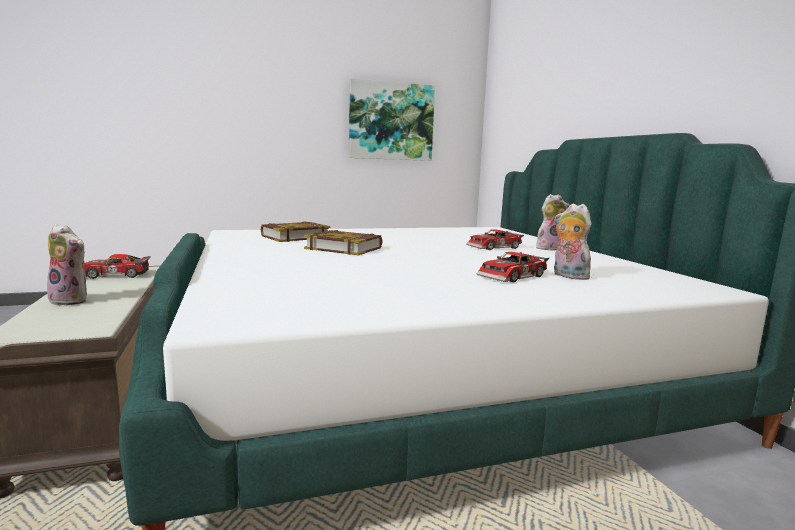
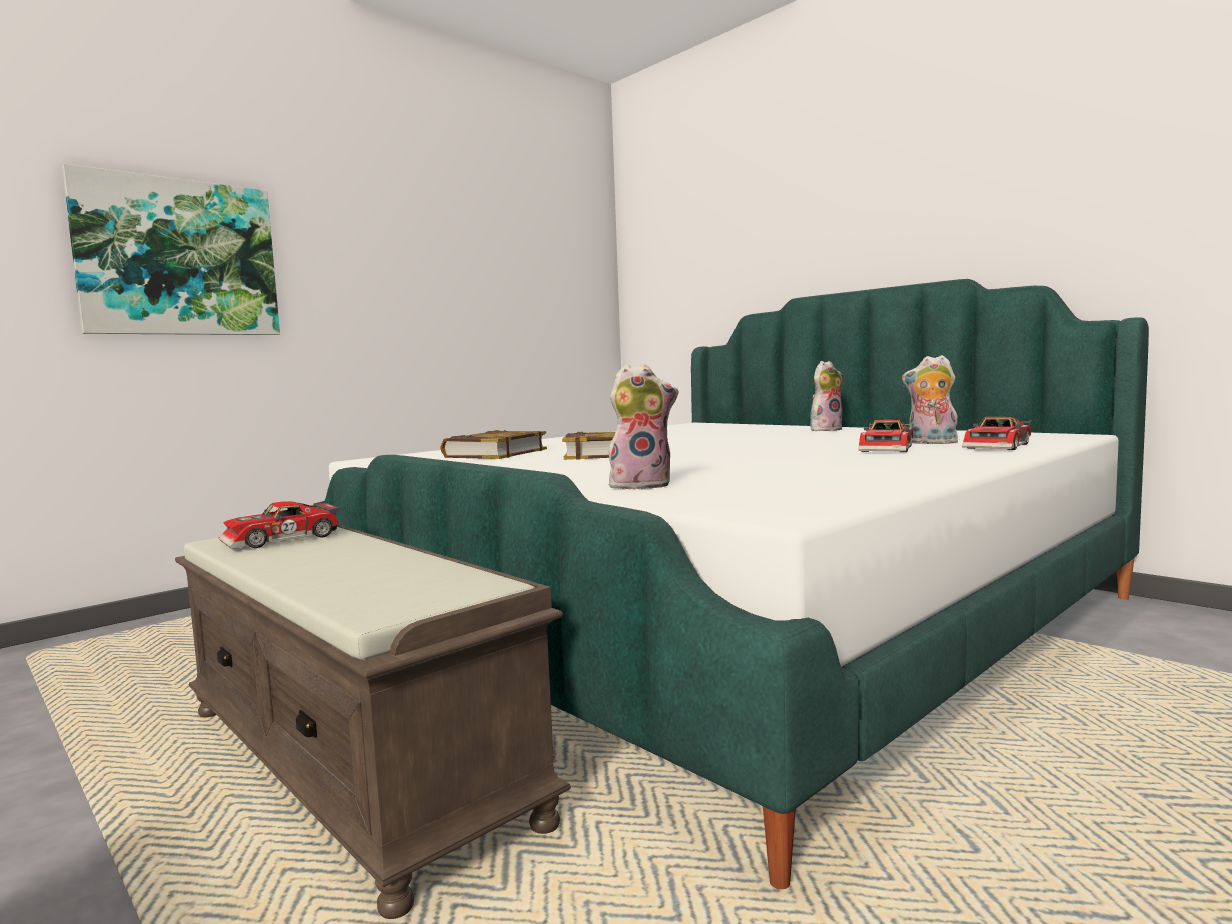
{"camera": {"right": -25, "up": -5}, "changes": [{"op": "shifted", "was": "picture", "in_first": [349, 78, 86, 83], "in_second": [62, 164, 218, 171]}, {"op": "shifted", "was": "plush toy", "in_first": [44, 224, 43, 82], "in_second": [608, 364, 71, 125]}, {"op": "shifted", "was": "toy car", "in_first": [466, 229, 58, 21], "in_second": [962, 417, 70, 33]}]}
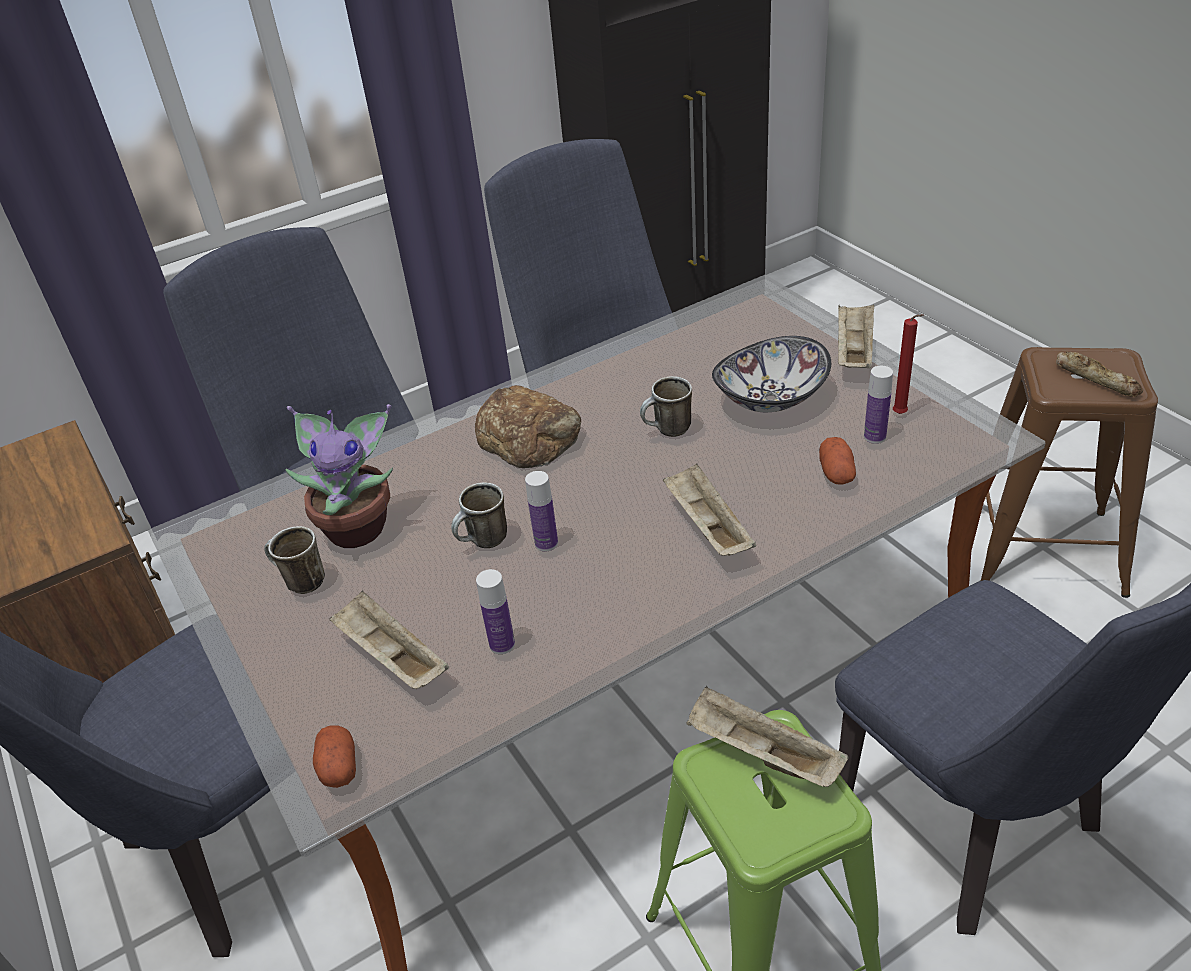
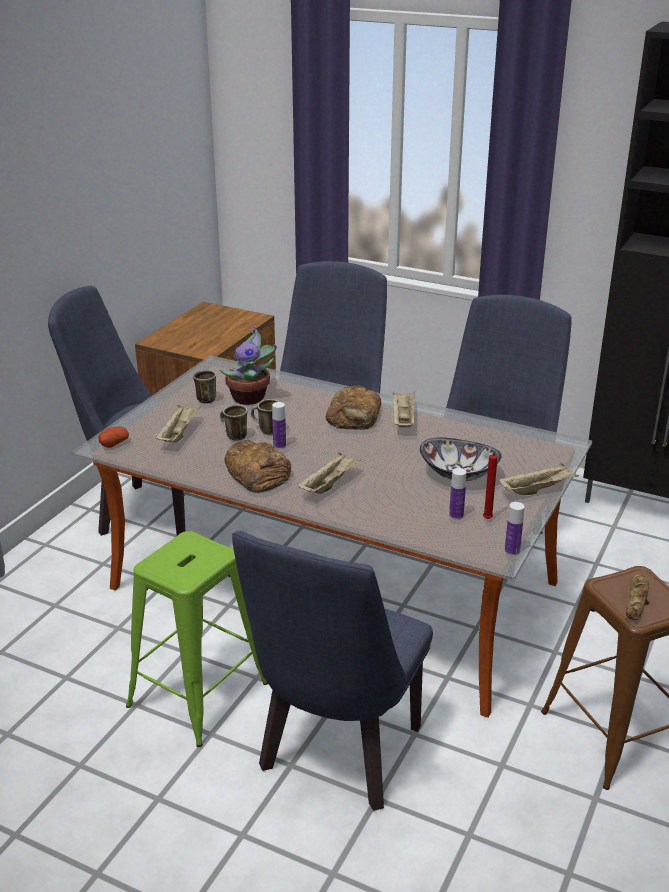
{"camera": {"right": 55, "up": -10}, "changes": [{"op": "shifted", "was": "mug", "in_first": [640, 376, 52, 61], "in_second": [220, 405, 28, 36]}, {"op": "gone", "was": "potato", "in_first": [819, 437, 37, 48]}, {"op": "shifted", "was": "bottle", "in_first": [476, 569, 39, 85], "in_second": [505, 502, 19, 54]}, {"op": "shifted", "was": "beige tray", "in_first": [686, 686, 162, 101], "in_second": [393, 392, 22, 35]}, {"op": "new", "now": "bread", "in_second": [225, 440, 66, 53]}]}
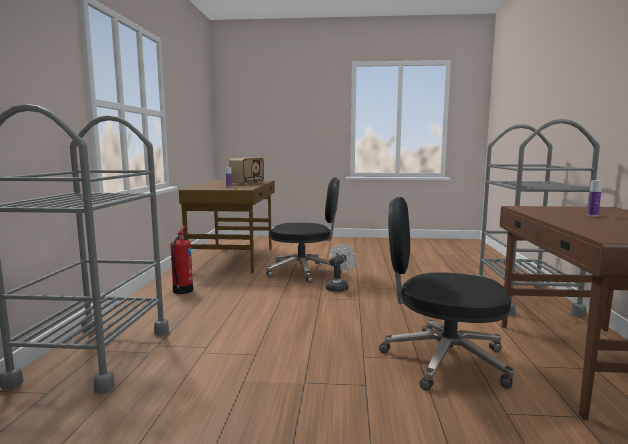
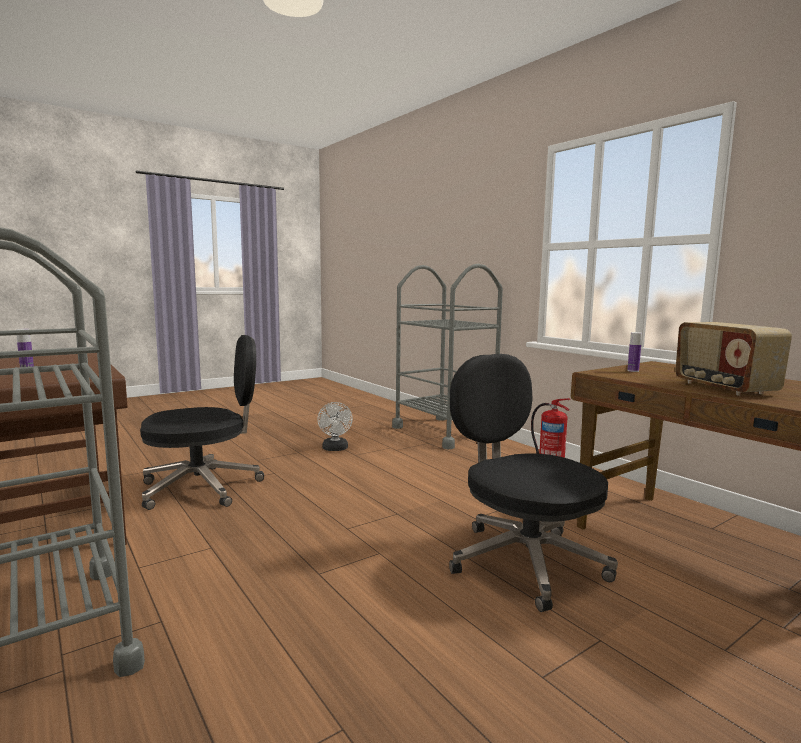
{"camera": {"right": 140, "up": 0}, "changes": [{"op": "rotated", "was": "black office chair", "in_first": [267, 178, 75, 105], "in_second": [449, 354, 169, 258], "clockwise": 90}, {"op": "shifted", "was": "white fan", "in_first": [326, 244, 30, 48], "in_second": [317, 402, 36, 49]}]}
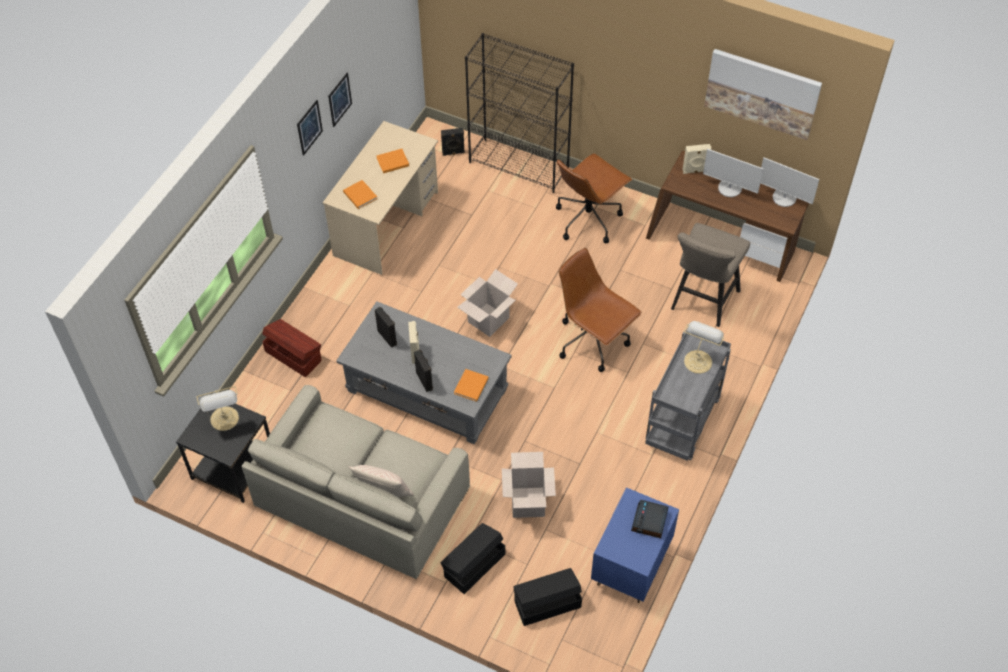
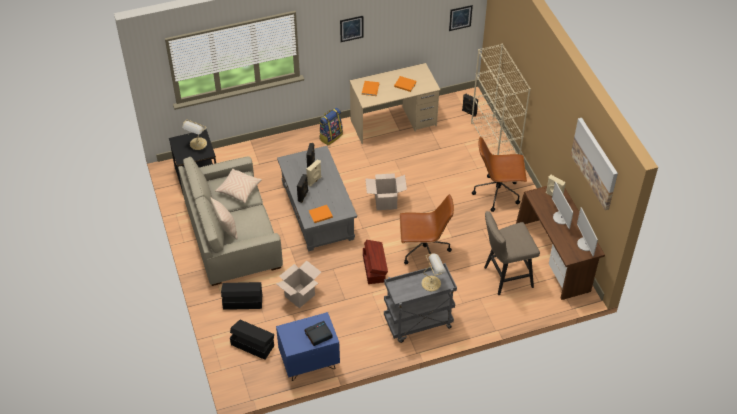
{"camera": {"right": 45, "up": -5}, "changes": [{"op": "repainted", "was": "black bookcase", "now": "beige bookcase", "in_first": [465, 33, 109, 160], "in_second": [471, 44, 60, 111]}, {"op": "shifted", "was": "picture", "in_first": [328, 73, 24, 54], "in_second": [449, 5, 24, 26]}, {"op": "rotated", "was": "brown office chair", "in_first": [559, 248, 83, 124], "in_second": [400, 194, 54, 70], "clockwise": 90}, {"op": "shifted", "was": "brown storage box", "in_first": [262, 319, 60, 58], "in_second": [363, 240, 25, 44]}, {"op": "new", "now": "backpack", "in_second": [319, 108, 24, 37]}, {"op": "new", "now": "beige pillow", "in_second": [215, 168, 47, 35]}]}
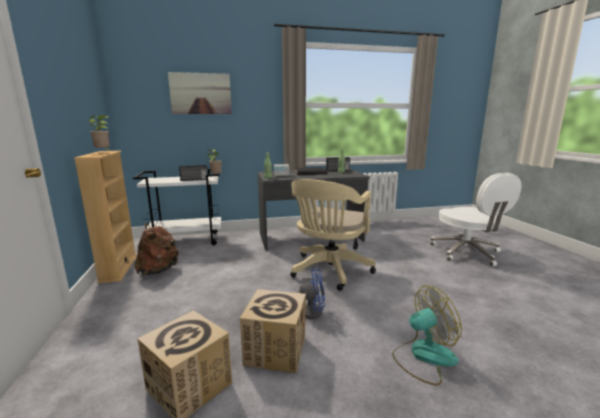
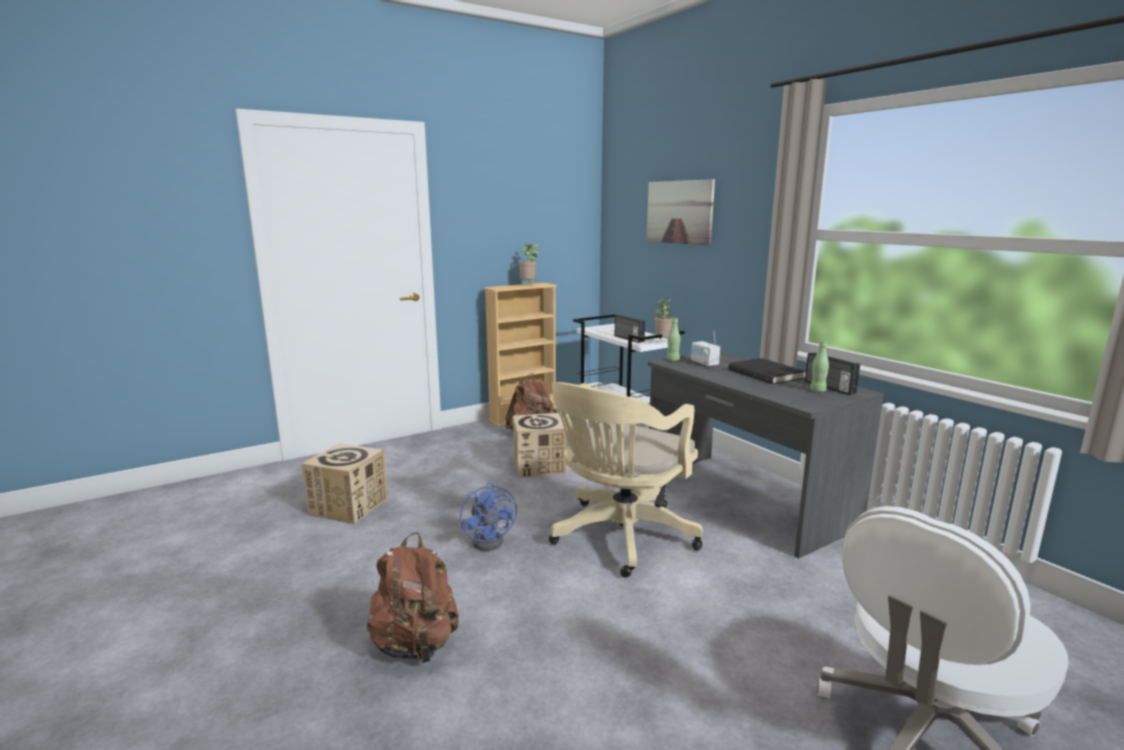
{"camera": {"right": 70, "up": 0}, "changes": [{"op": "rotated", "was": "beige office chair", "in_first": [290, 179, 86, 112], "in_second": [549, 382, 154, 196], "clockwise": -60}, {"op": "swapped", "was": "fan", "now": "brown backpack", "in_first": [392, 285, 70, 100], "in_second": [367, 532, 92, 131]}, {"op": "shifted", "was": "cardboard box", "in_first": [240, 289, 66, 84], "in_second": [513, 413, 53, 65]}]}
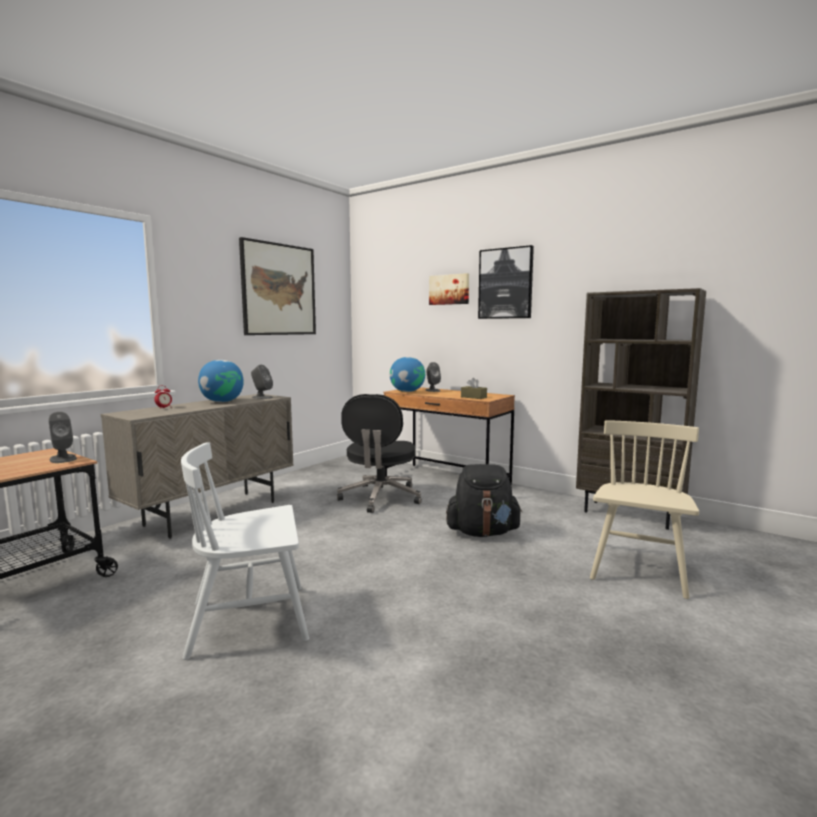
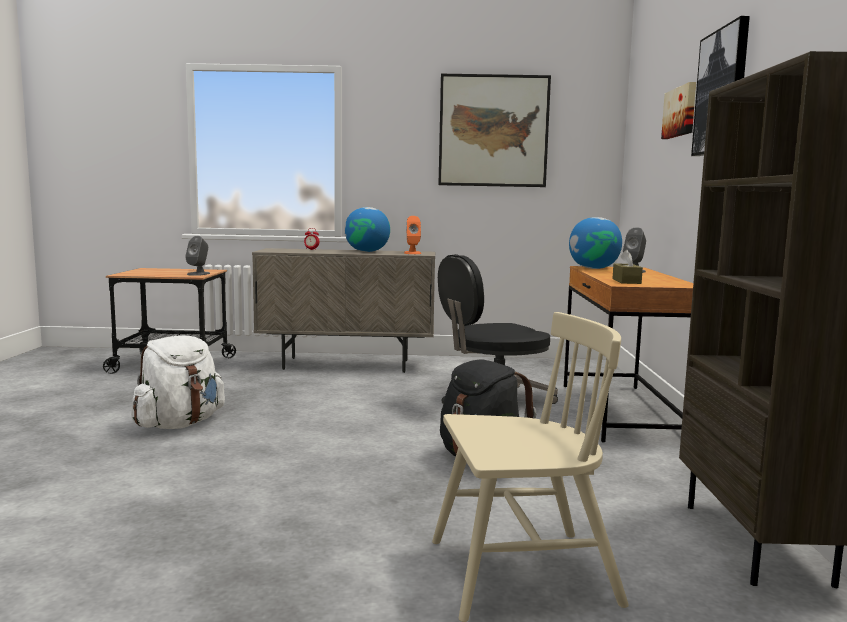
{"camera": {"right": 55, "up": 0}, "changes": [{"op": "repainted", "was": "grey speaker", "now": "orange speaker", "in_first": [251, 365, 22, 34], "in_second": [404, 216, 17, 38]}, {"op": "swapped", "was": "white chair", "now": "white backpack", "in_first": [181, 442, 128, 218], "in_second": [131, 335, 94, 94]}]}
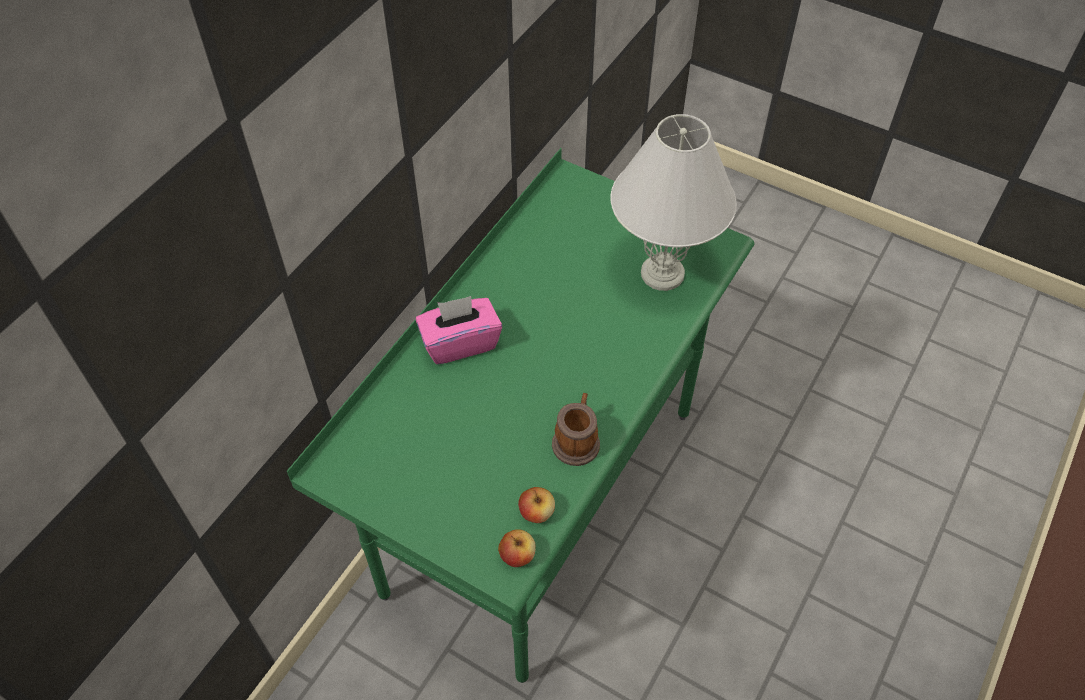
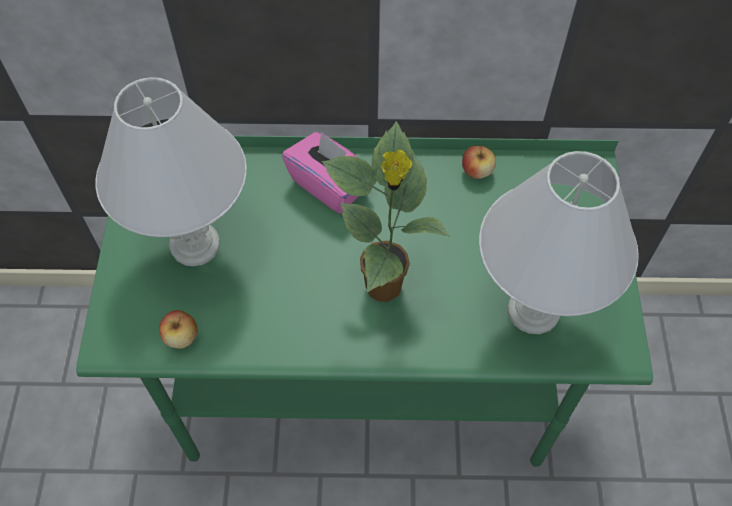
{"camera": {"right": 60, "up": 5}, "changes": [{"op": "gone", "was": "mug", "in_first": [552, 393, 48, 73]}, {"op": "shifted", "was": "apple", "in_first": [498, 529, 38, 38], "in_second": [462, 146, 34, 33]}, {"op": "new", "now": "white table lamp", "in_second": [95, 77, 152, 189]}, {"op": "new", "now": "potted plant", "in_second": [322, 121, 128, 181]}]}
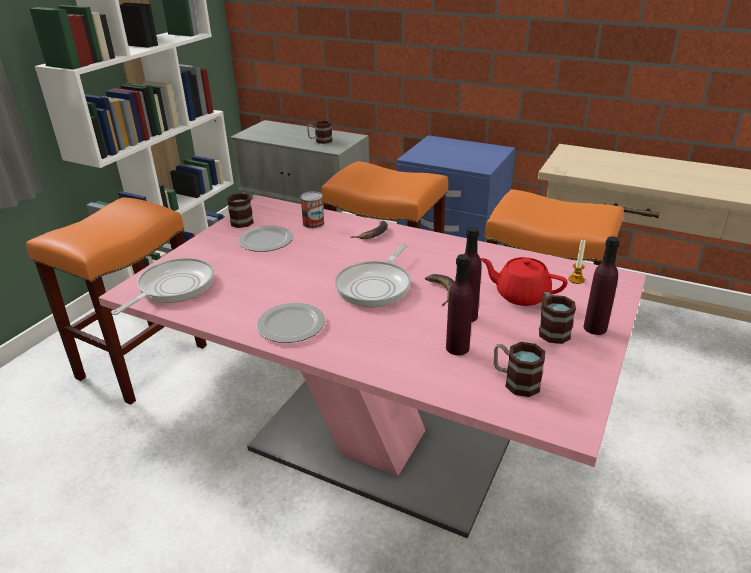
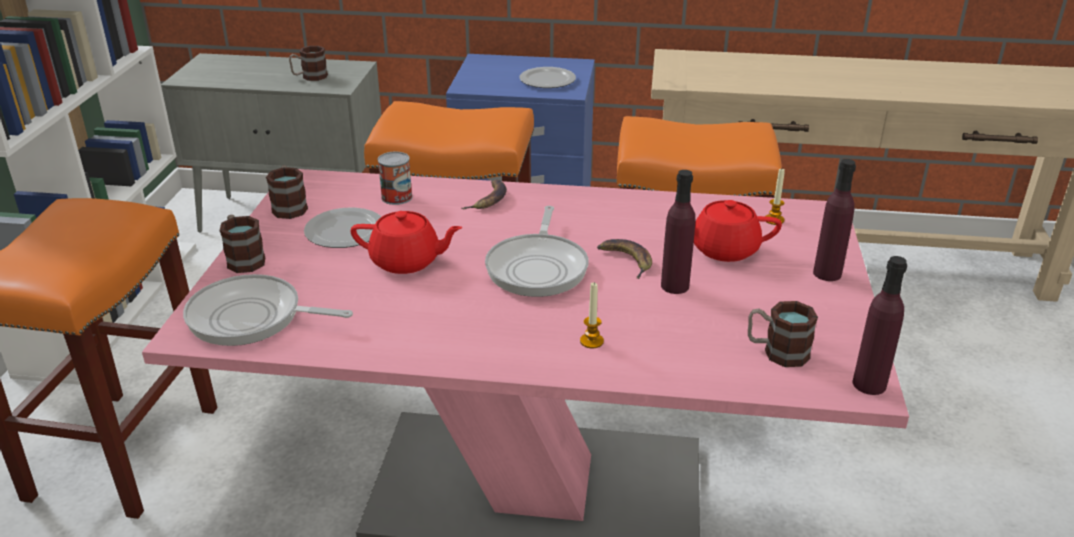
{"camera": {"right": -20, "up": 0}, "changes": [{"op": "shifted", "was": "purple bottle", "in_first": [446, 254, 27, 101], "in_second": [853, 256, 54, 139]}, {"op": "rotated", "was": "frying pan", "in_first": [111, 258, 103, 57], "in_second": [183, 274, 170, 72], "clockwise": -90}, {"op": "shifted", "was": "mug", "in_first": [539, 292, 37, 52], "in_second": [219, 215, 46, 58]}, {"op": "shifted", "was": "plate", "in_first": [257, 303, 68, 40], "in_second": [519, 67, 57, 21]}, {"op": "new", "now": "red teapot", "in_second": [350, 211, 113, 63]}, {"op": "new", "now": "candle", "in_second": [580, 283, 24, 65]}]}
